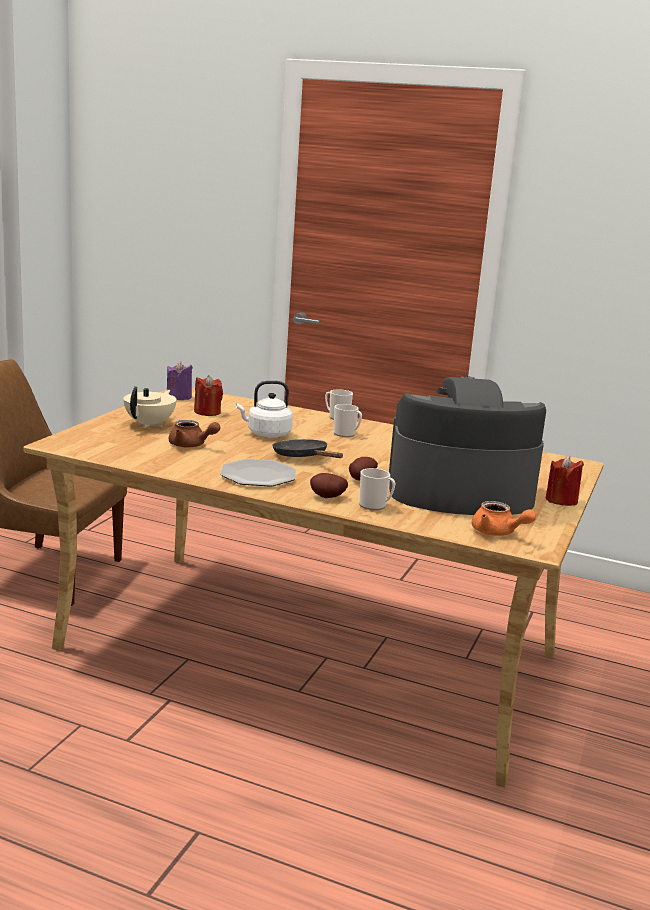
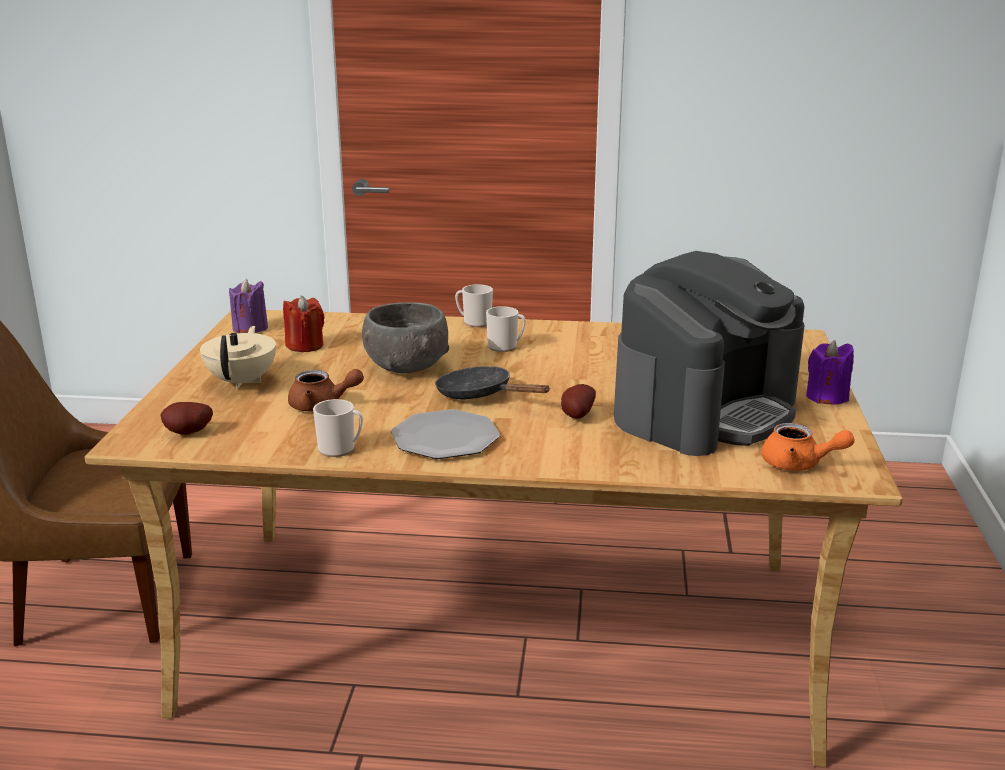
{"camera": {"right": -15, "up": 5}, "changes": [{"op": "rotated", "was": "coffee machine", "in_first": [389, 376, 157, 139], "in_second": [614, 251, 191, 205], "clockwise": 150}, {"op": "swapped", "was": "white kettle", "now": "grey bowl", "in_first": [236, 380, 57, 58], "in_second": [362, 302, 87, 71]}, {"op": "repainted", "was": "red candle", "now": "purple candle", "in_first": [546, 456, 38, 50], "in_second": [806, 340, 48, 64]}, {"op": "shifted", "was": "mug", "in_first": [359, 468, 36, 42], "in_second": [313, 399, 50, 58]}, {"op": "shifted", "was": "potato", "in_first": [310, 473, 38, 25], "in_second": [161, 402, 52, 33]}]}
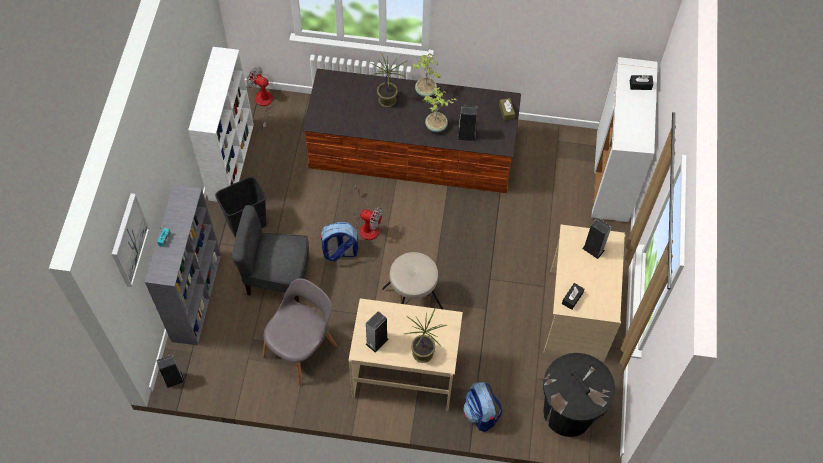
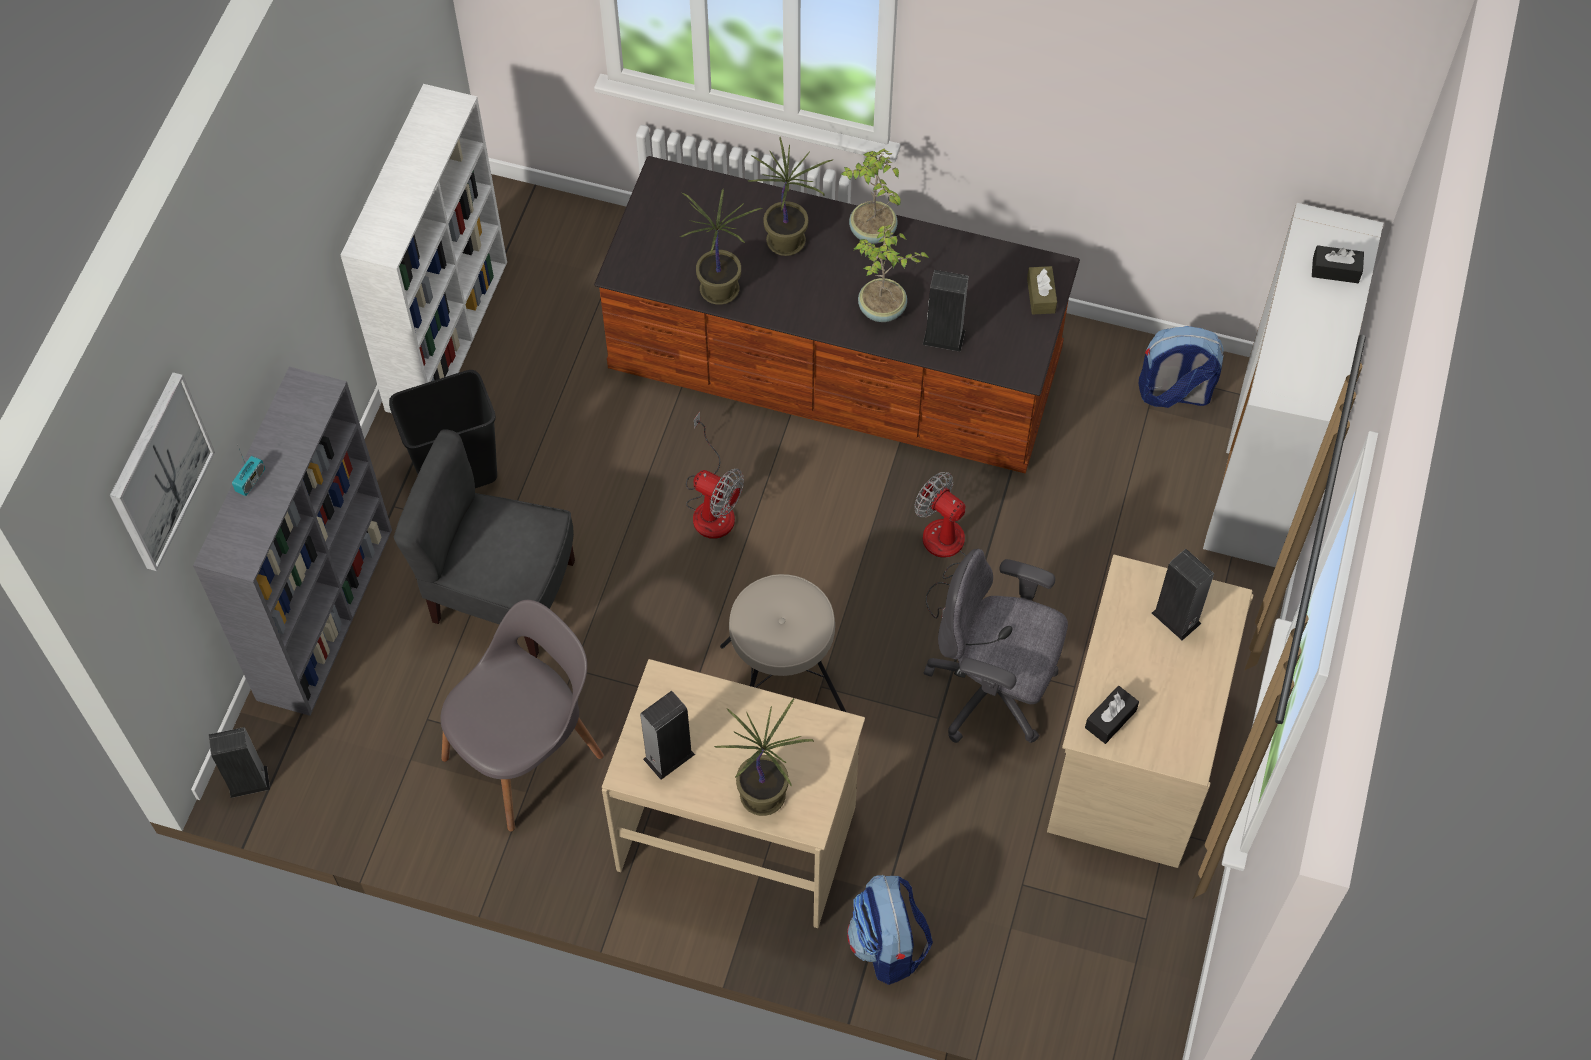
{"camera": {"right": 10, "up": 0}, "changes": [{"op": "shifted", "was": "fan", "in_first": [247, 67, 28, 63], "in_second": [914, 472, 53, 147]}, {"op": "shifted", "was": "backpack", "in_first": [320, 222, 39, 39], "in_second": [1139, 326, 85, 82]}, {"op": "gone", "was": "black trash can", "in_first": [543, 353, 72, 84]}, {"op": "new", "now": "potted plant", "in_second": [680, 189, 82, 116]}, {"op": "new", "now": "grey office chair", "in_second": [923, 548, 145, 195]}]}
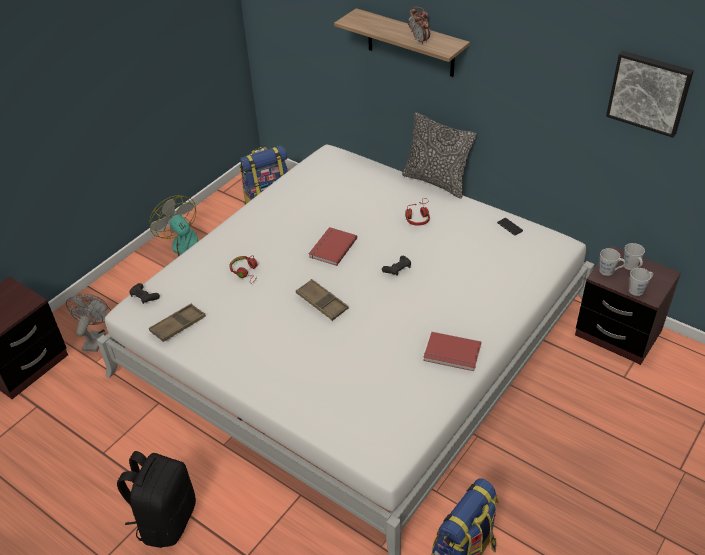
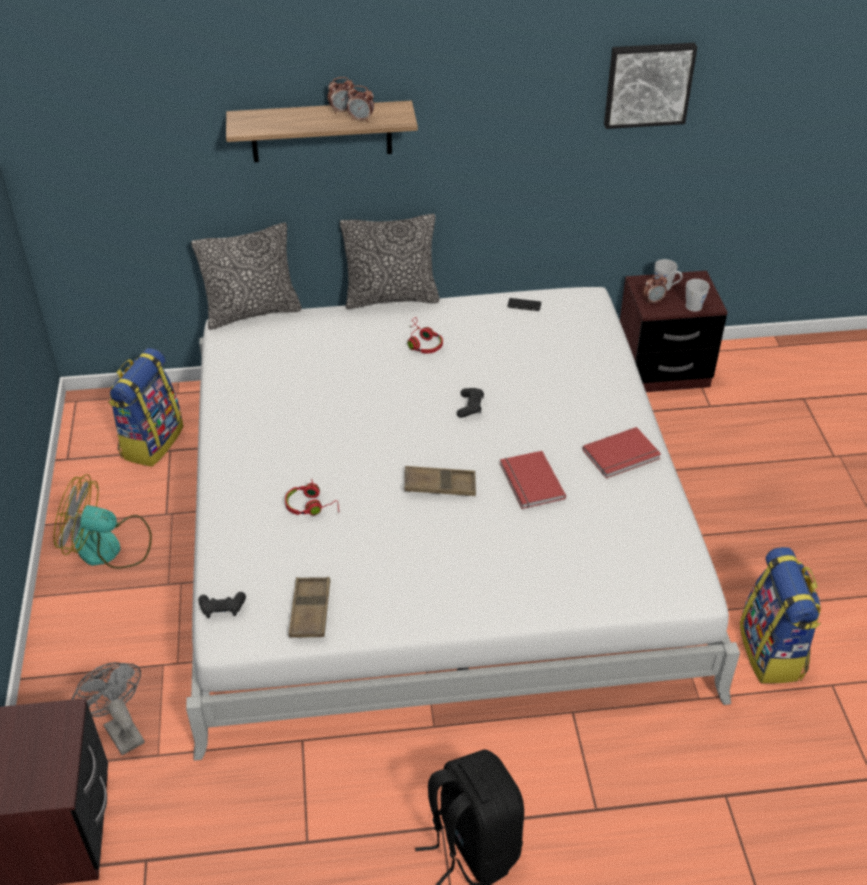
{"camera": {"right": -45, "up": 0}, "changes": [{"op": "shifted", "was": "red book", "in_first": [309, 227, 48, 39], "in_second": [500, 451, 66, 58]}, {"op": "swapped", "was": "grey mug", "now": "alarm clock", "in_first": [599, 248, 26, 28], "in_second": [643, 275, 24, 29]}, {"op": "new", "now": "pillow", "in_second": [191, 222, 111, 108]}]}
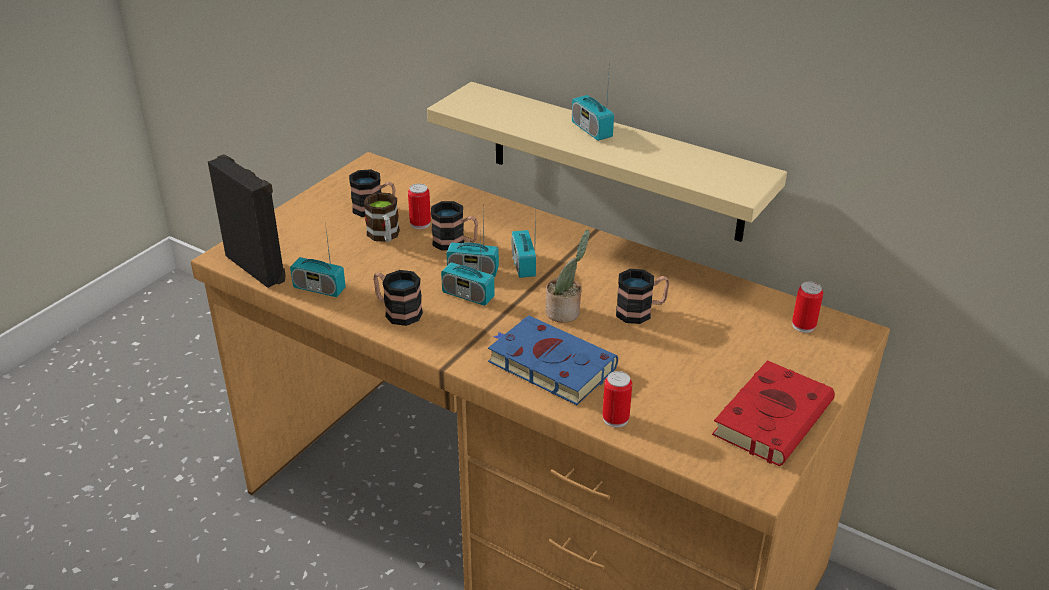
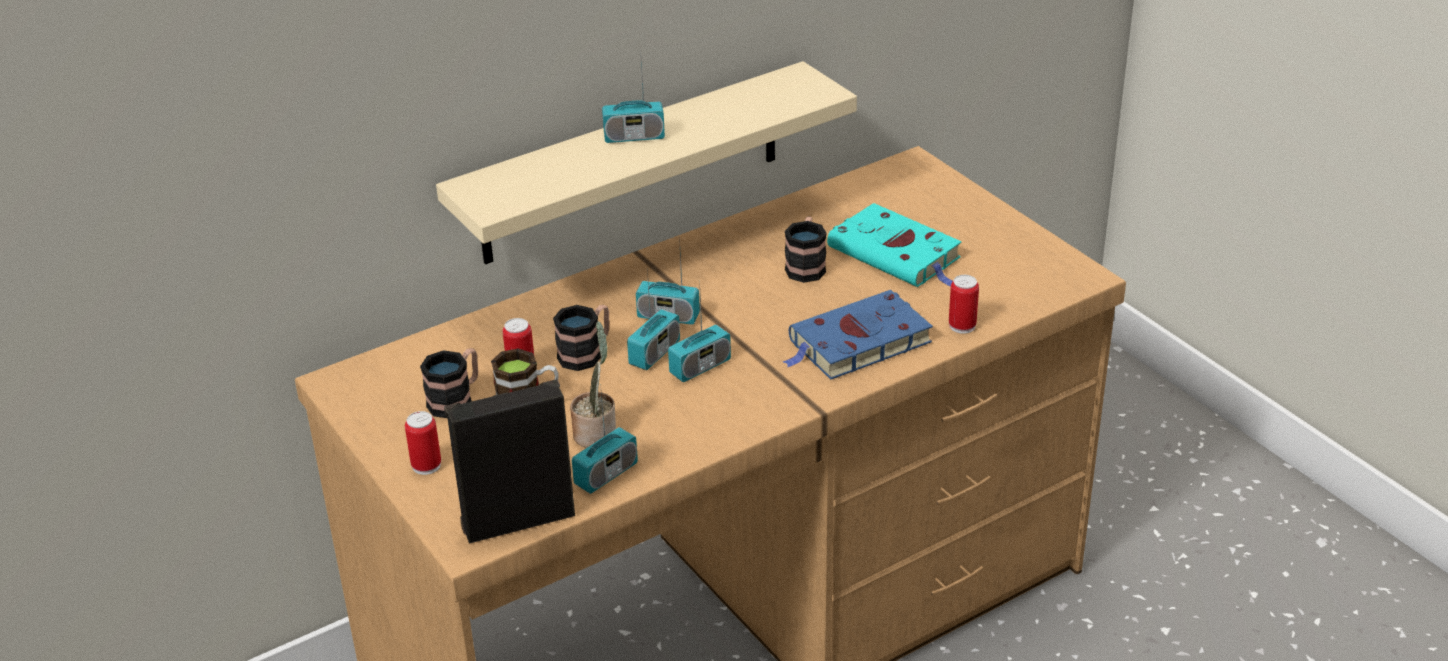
{"camera": {"right": -65, "up": 0}, "changes": [{"op": "shifted", "was": "potted plant", "in_first": [545, 230, 45, 92], "in_second": [570, 321, 46, 127]}, {"op": "gone", "was": "mug", "in_first": [373, 270, 50, 56]}, {"op": "shifted", "was": "can", "in_first": [792, 282, 31, 51], "in_second": [405, 411, 36, 64]}, {"op": "gone", "was": "red book", "in_first": [712, 360, 123, 106]}, {"op": "new", "now": "turquoise book", "in_second": [827, 203, 135, 84]}]}
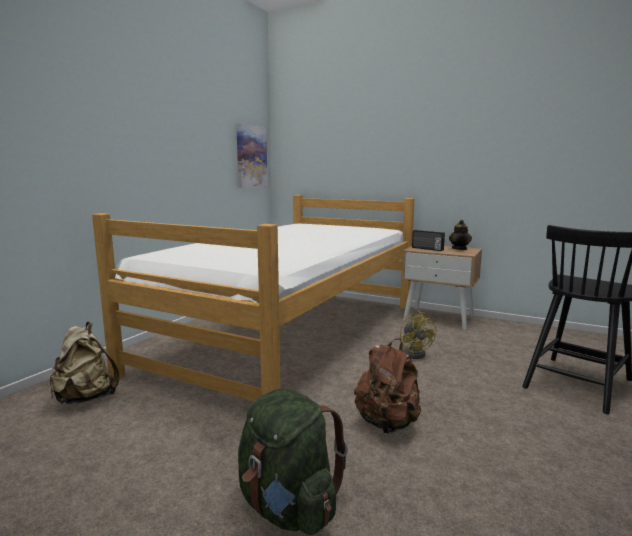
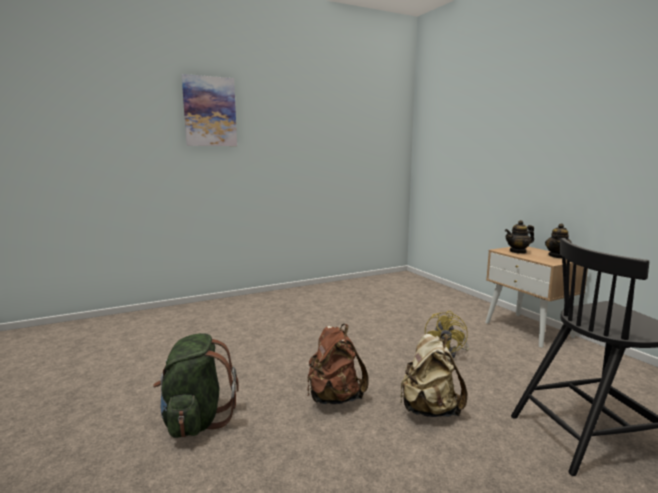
{"camera": {"right": 35, "up": 0}, "changes": [{"op": "shifted", "was": "picture", "in_first": [236, 124, 32, 64], "in_second": [182, 74, 55, 72]}, {"op": "gone", "was": "bed", "in_first": [92, 195, 322, 206]}, {"op": "swapped", "was": "radio", "now": "teapot", "in_first": [412, 230, 33, 21], "in_second": [505, 220, 29, 34]}, {"op": "shifted", "was": "beige backpack", "in_first": [50, 322, 69, 82], "in_second": [400, 333, 67, 84]}]}
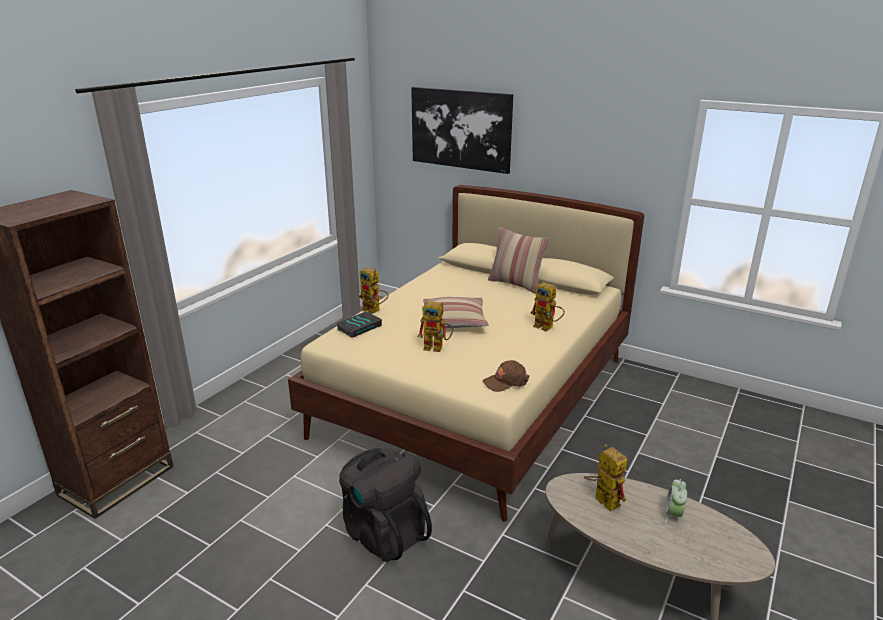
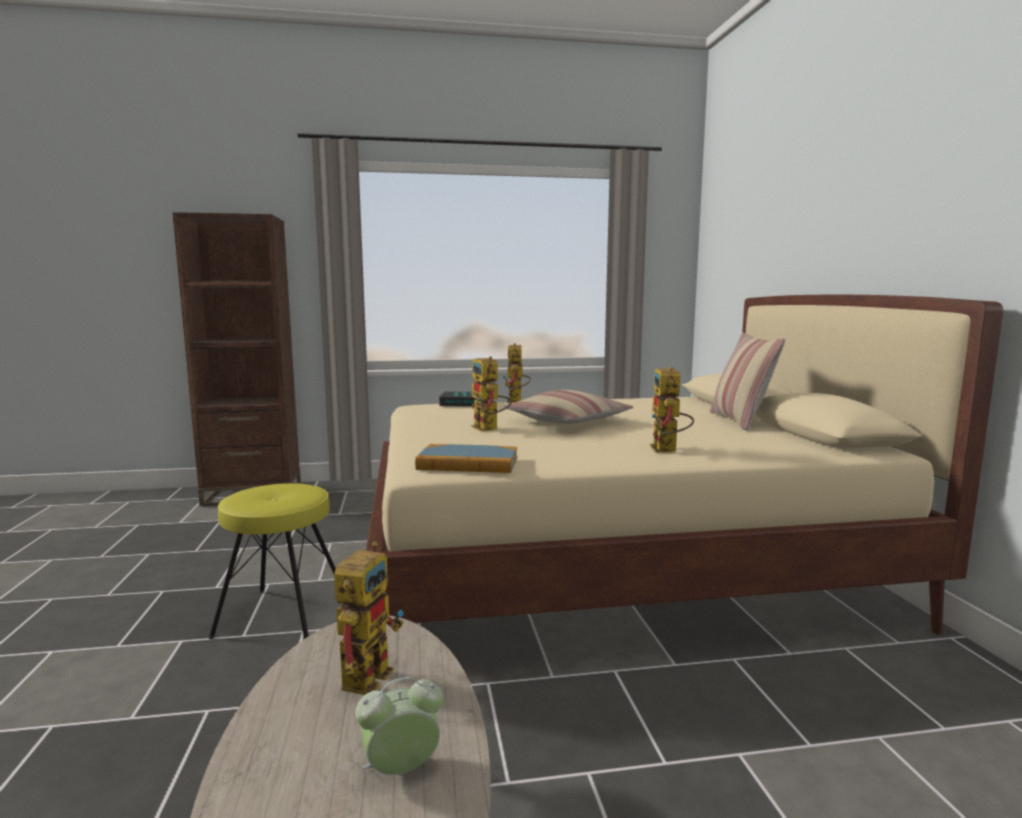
{"camera": {"right": 50, "up": -15}, "changes": [{"op": "gone", "was": "picture", "in_first": [411, 87, 102, 87]}, {"op": "swapped", "was": "brown cap", "now": "book", "in_first": [483, 360, 46, 32], "in_second": [415, 444, 102, 29]}, {"op": "swapped", "was": "black backpack", "now": "yellow stool", "in_first": [339, 448, 93, 114], "in_second": [209, 483, 127, 156]}]}
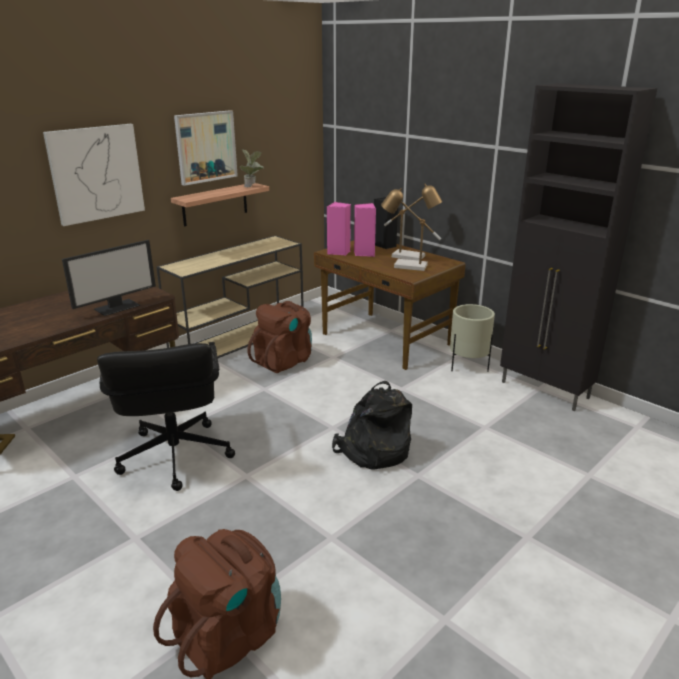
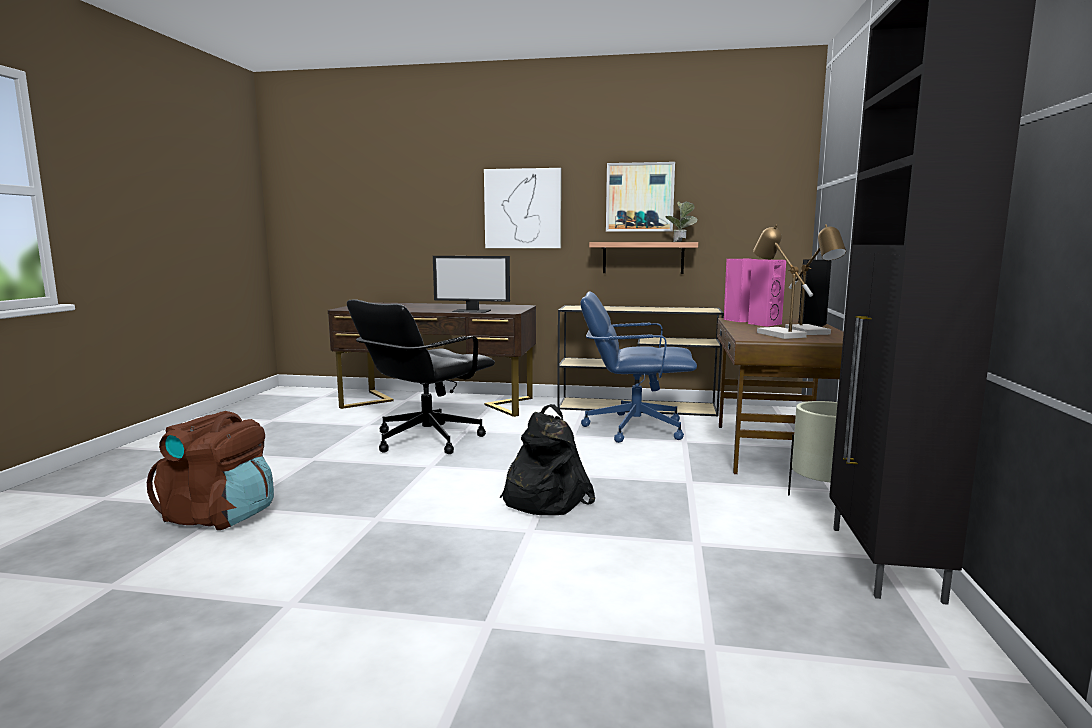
{"camera": {"right": 55, "up": -15}, "changes": [{"op": "swapped", "was": "brown backpack", "now": "blue office chair", "in_first": [247, 301, 65, 72], "in_second": [580, 291, 117, 152]}]}
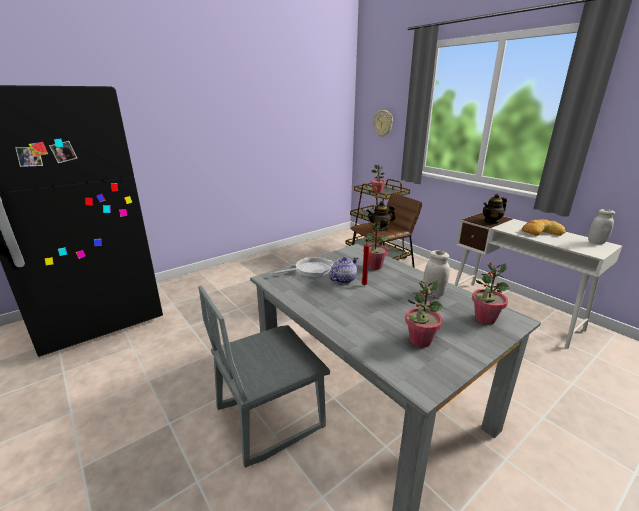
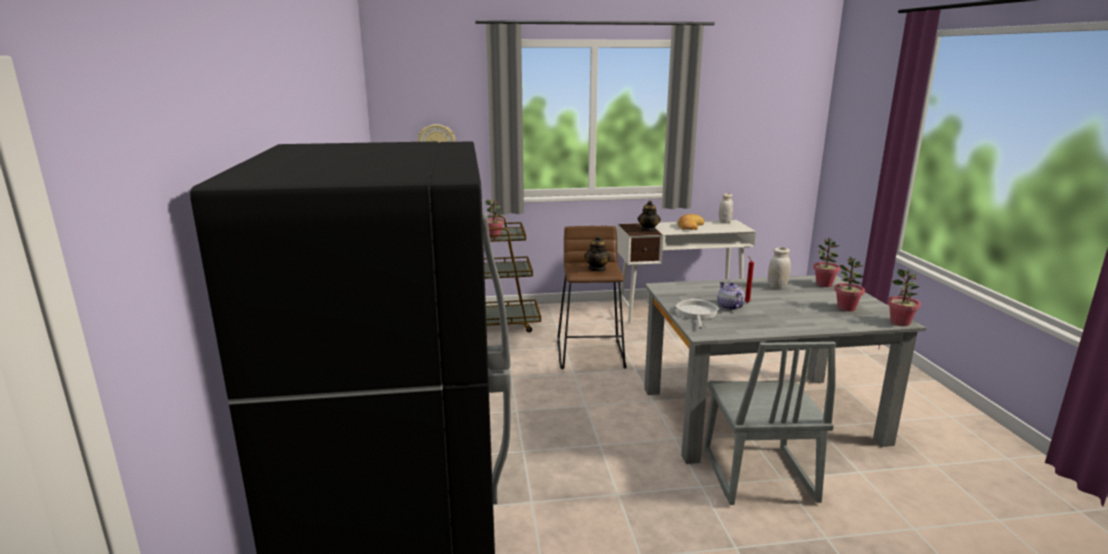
{"camera": {"right": -60, "up": -5}, "changes": [{"op": "shifted", "was": "potted plant", "in_first": [363, 222, 25, 48], "in_second": [887, 269, 34, 57]}]}
